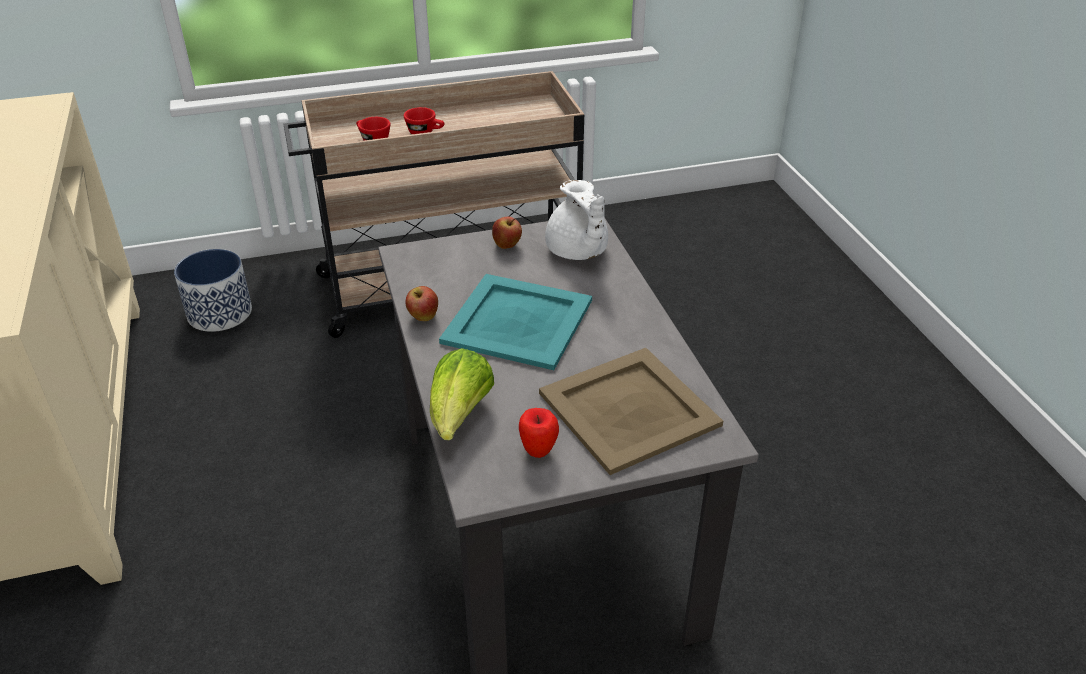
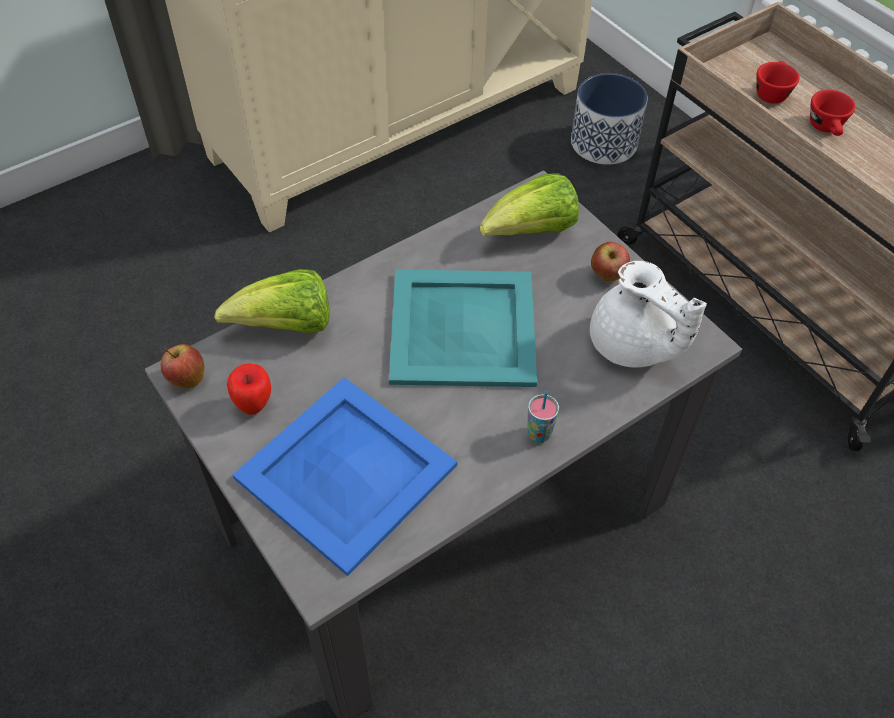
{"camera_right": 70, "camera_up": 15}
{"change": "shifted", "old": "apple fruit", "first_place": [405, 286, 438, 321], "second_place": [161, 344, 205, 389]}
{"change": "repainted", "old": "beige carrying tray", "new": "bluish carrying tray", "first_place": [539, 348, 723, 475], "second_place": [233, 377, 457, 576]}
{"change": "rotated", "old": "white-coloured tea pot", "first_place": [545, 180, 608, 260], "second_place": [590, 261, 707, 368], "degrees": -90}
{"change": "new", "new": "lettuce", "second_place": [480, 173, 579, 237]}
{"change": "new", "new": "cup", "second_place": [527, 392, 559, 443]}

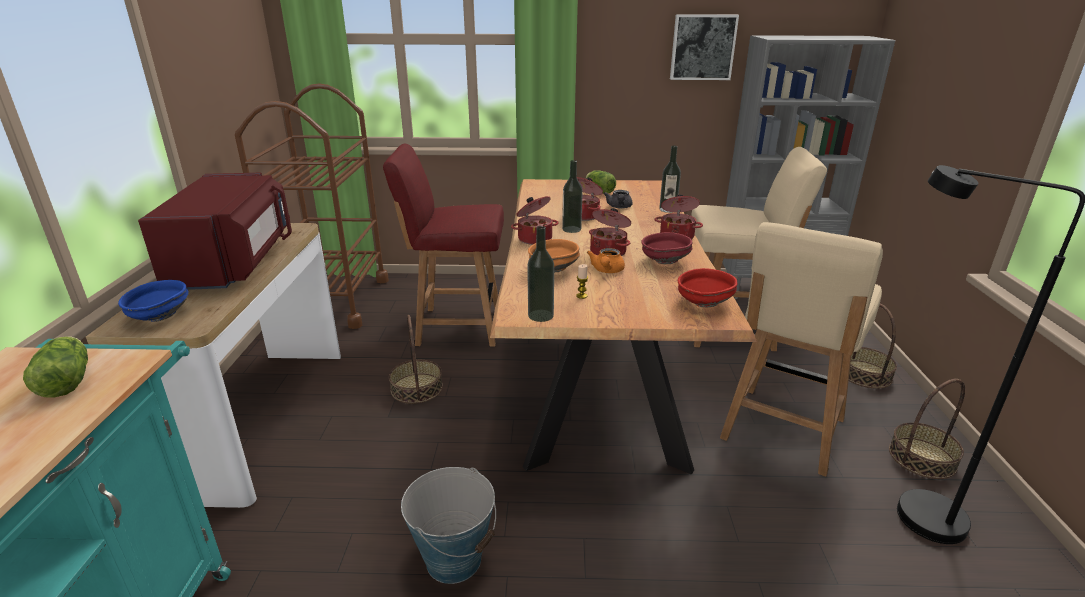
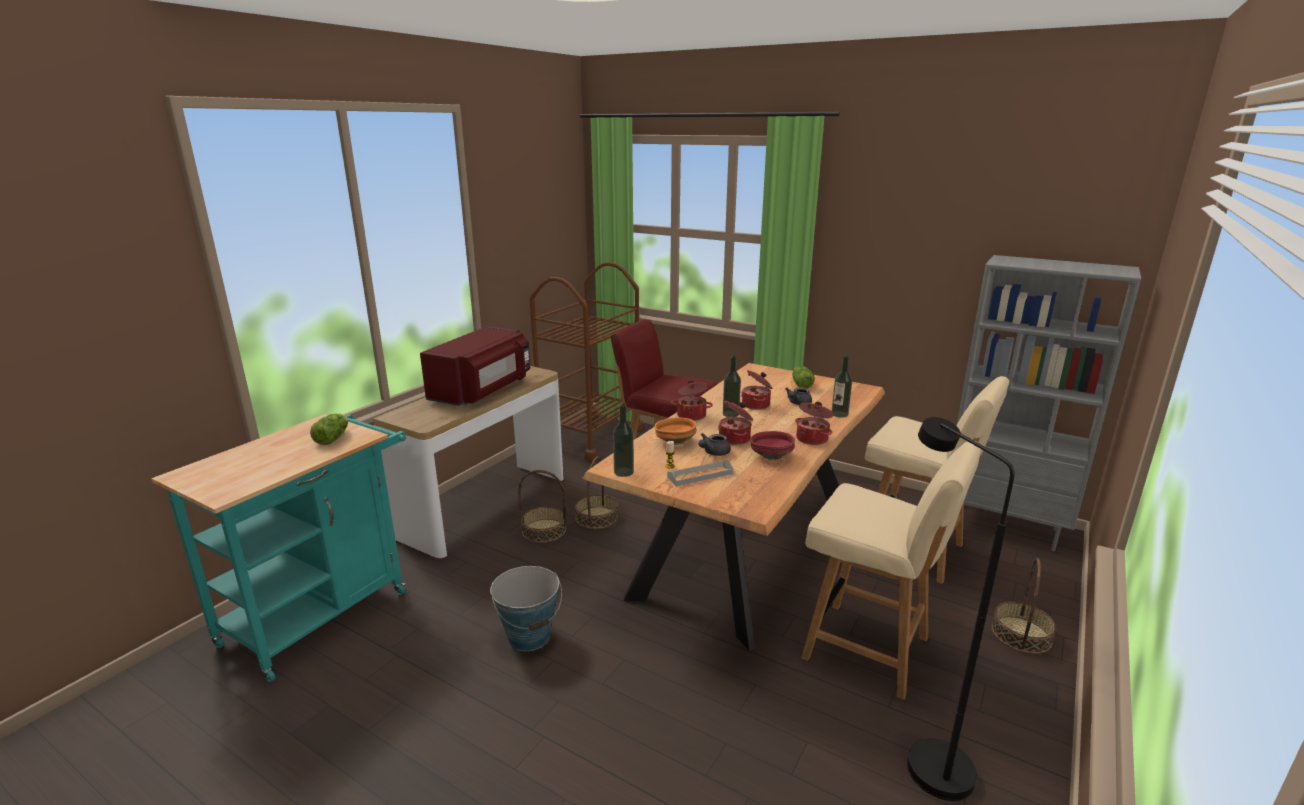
{"camera_right": 30, "camera_up": -5}
{"change": "gone", "old": "bluish serving bowl", "first_place": [118, 280, 189, 322]}
{"change": "repainted", "old": "orange-coloured tea pot", "new": "greyish tea pot", "first_place": [587, 248, 625, 273], "second_place": [698, 433, 731, 456]}
{"change": "gone", "old": "wall picture", "first_place": [670, 14, 739, 80]}
{"change": "gone", "old": "red-coloured serving bowl", "first_place": [678, 268, 737, 307]}
{"change": "rotated", "old": "beige chair", "first_place": [720, 222, 883, 477], "second_place": [801, 441, 981, 700], "degrees": -120}
{"change": "shifted", "old": "basket", "first_place": [889, 379, 965, 479], "second_place": [518, 470, 566, 543]}
{"change": "new", "new": "greyish carrying tray", "second_place": [667, 460, 733, 486]}

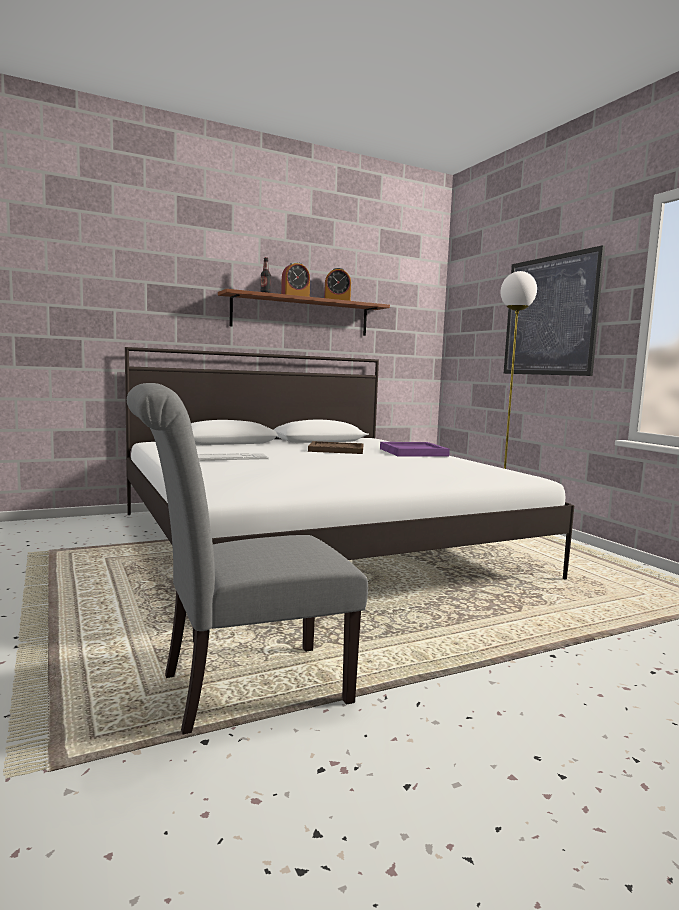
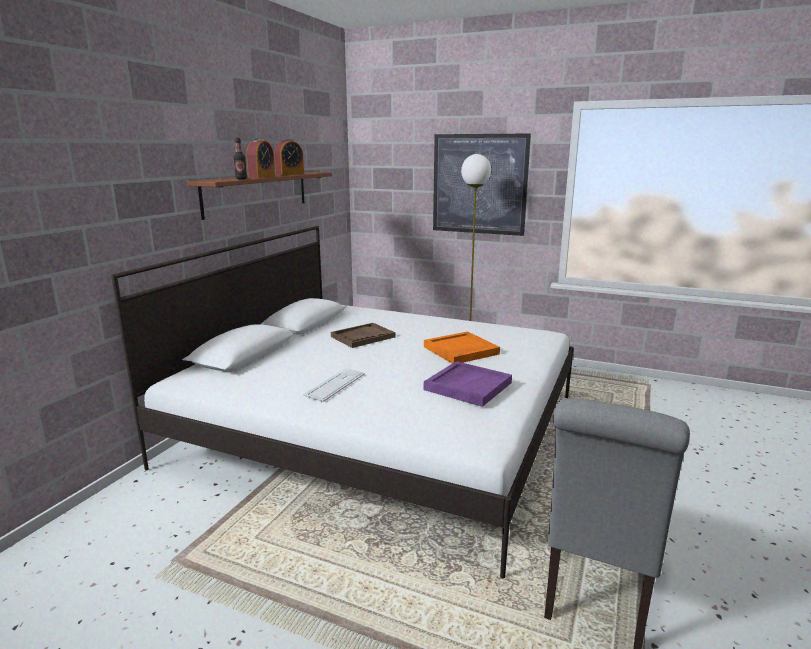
{"camera_right": -40, "camera_up": 10}
{"change": "shifted", "old": "purple-coloured carrying tray", "first_place": [380, 442, 450, 457], "second_place": [424, 361, 512, 407]}
{"change": "new", "new": "orange-coloured carrying tray", "second_place": [424, 331, 500, 363]}

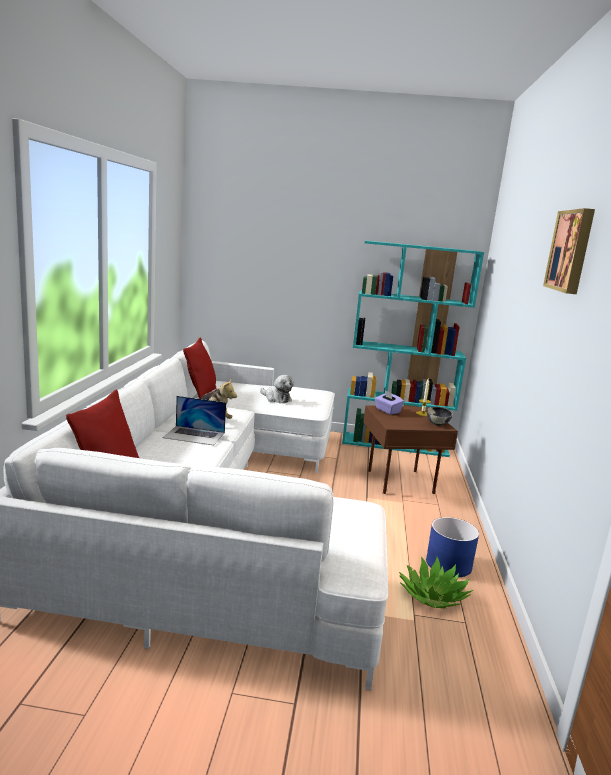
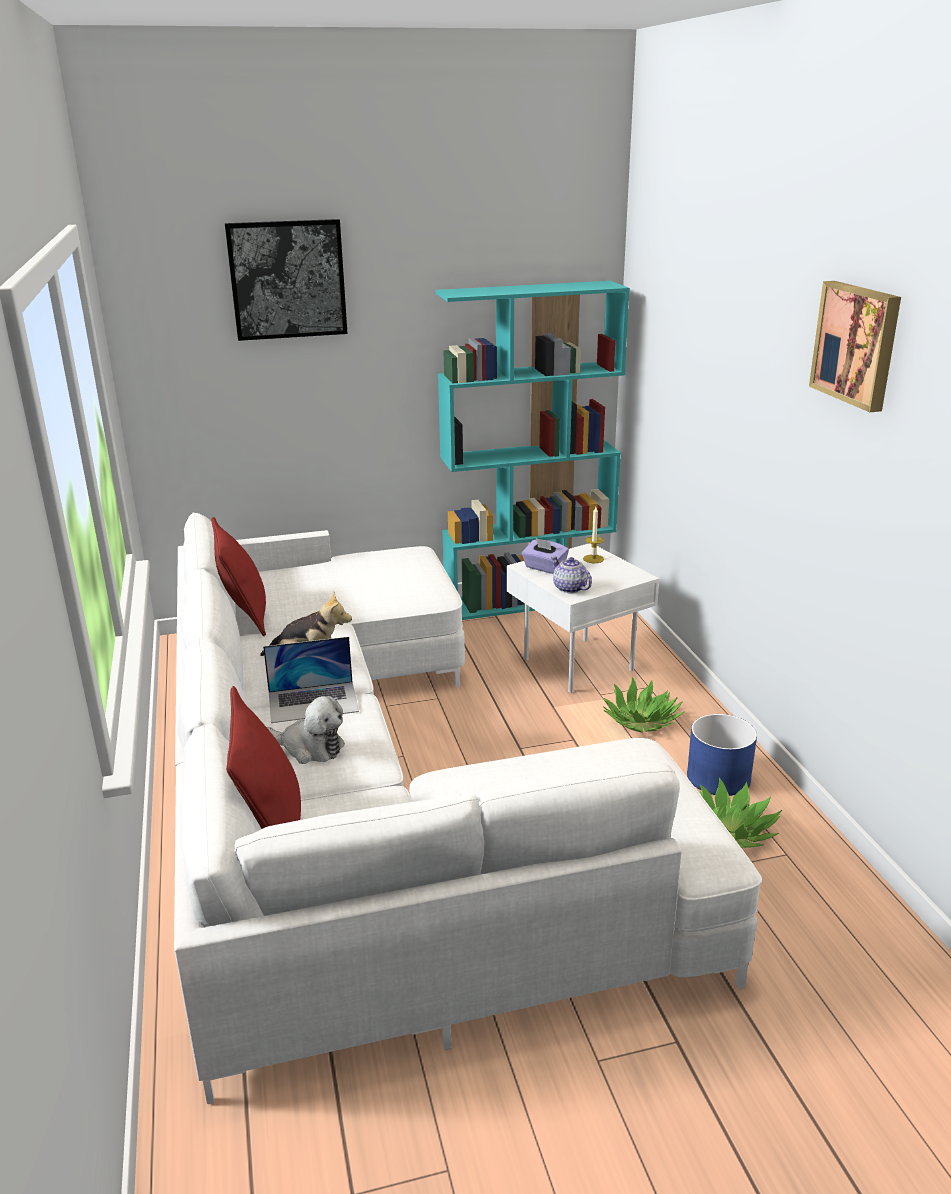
{"camera_right": -20, "camera_up": 10}
{"change": "shifted", "old": "soft toy", "first_place": [260, 375, 294, 403], "second_place": [267, 696, 345, 764]}
{"change": "repainted", "old": "brown-coloured side table", "new": "white-coloured side table", "first_place": [363, 405, 458, 494], "second_place": [506, 543, 659, 693]}
{"change": "gone", "old": "serving bowl", "first_place": [427, 407, 453, 426]}
{"change": "new", "new": "wall picture", "second_place": [225, 219, 348, 341]}
{"change": "new", "new": "tea pot", "second_place": [551, 556, 592, 593]}
{"change": "new", "new": "plant in a pot", "second_place": [603, 677, 684, 733]}

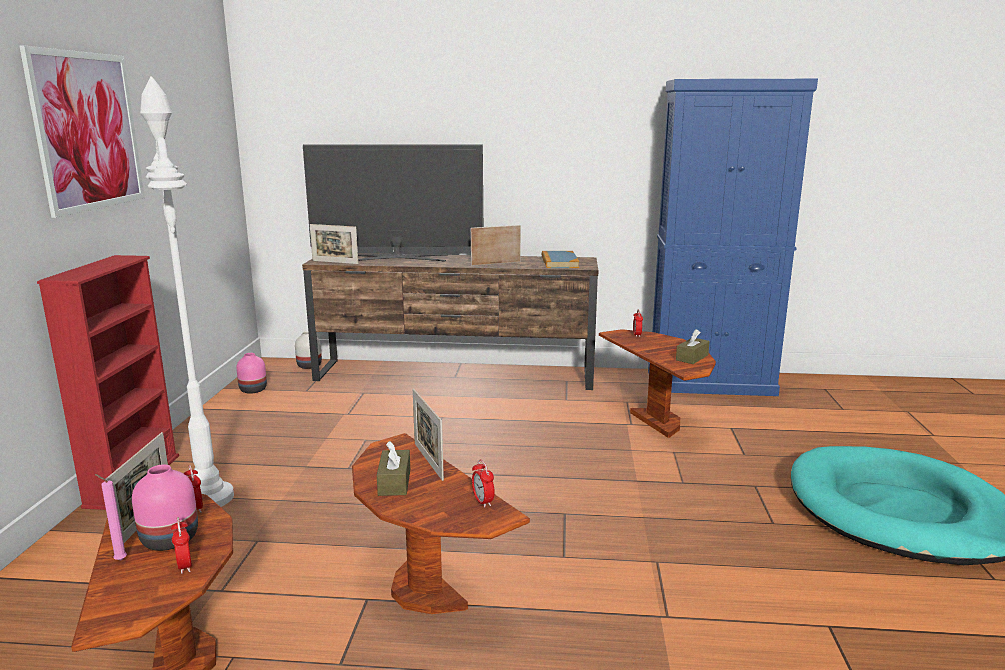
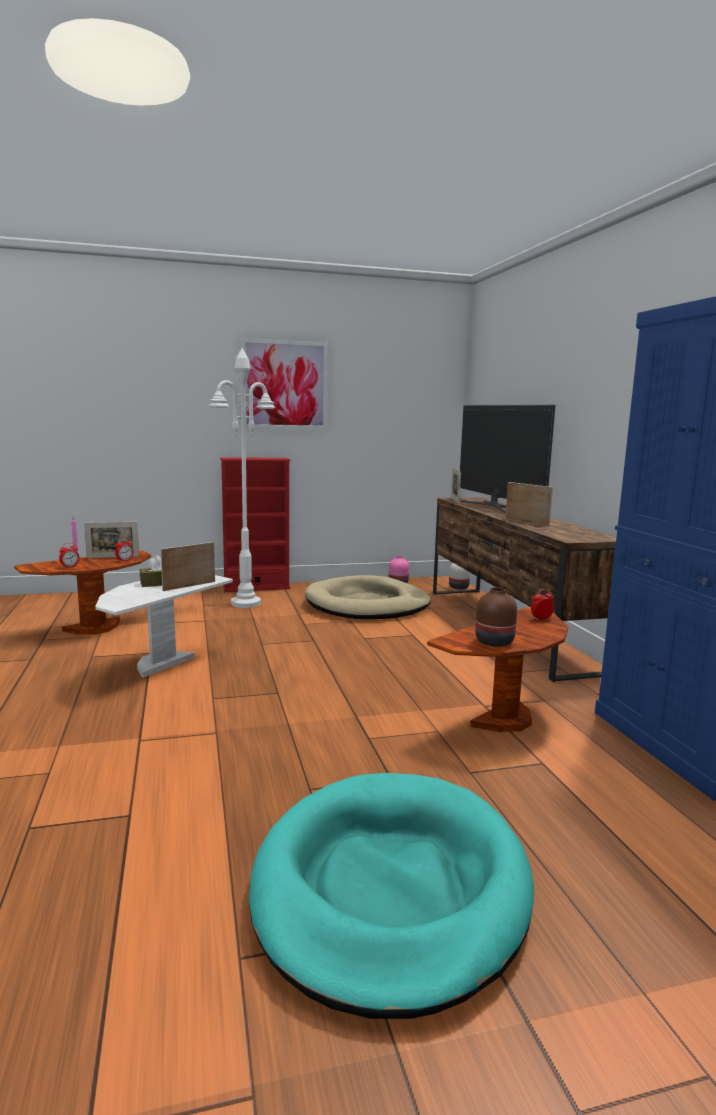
{"camera_right": 70, "camera_up": -5}
{"change": "gone", "old": "pink-coloured flower vase", "first_place": [132, 464, 198, 551]}
{"change": "repainted", "old": "brown-coloured side table", "new": "white-coloured side table", "first_place": [352, 433, 530, 614], "second_place": [95, 575, 233, 678]}
{"change": "gone", "old": "alarm clock", "first_place": [472, 459, 495, 508]}
{"change": "gone", "old": "book", "first_place": [542, 251, 579, 268]}
{"change": "swapped", "old": "brown-coloured tissue box", "new": "brown-coloured flower vase", "first_place": [676, 329, 710, 364], "second_place": [475, 587, 517, 647]}
{"change": "new", "new": "beige pet bed", "second_place": [305, 575, 431, 619]}

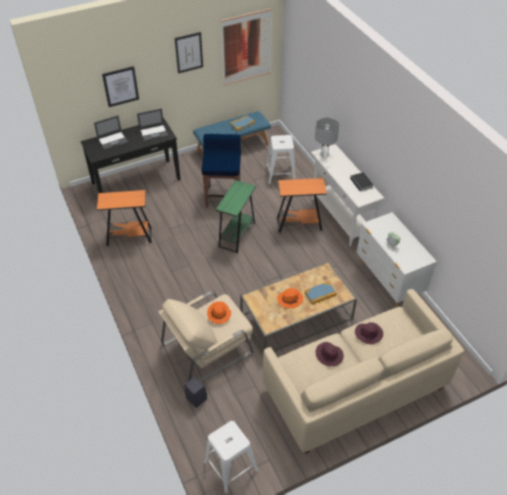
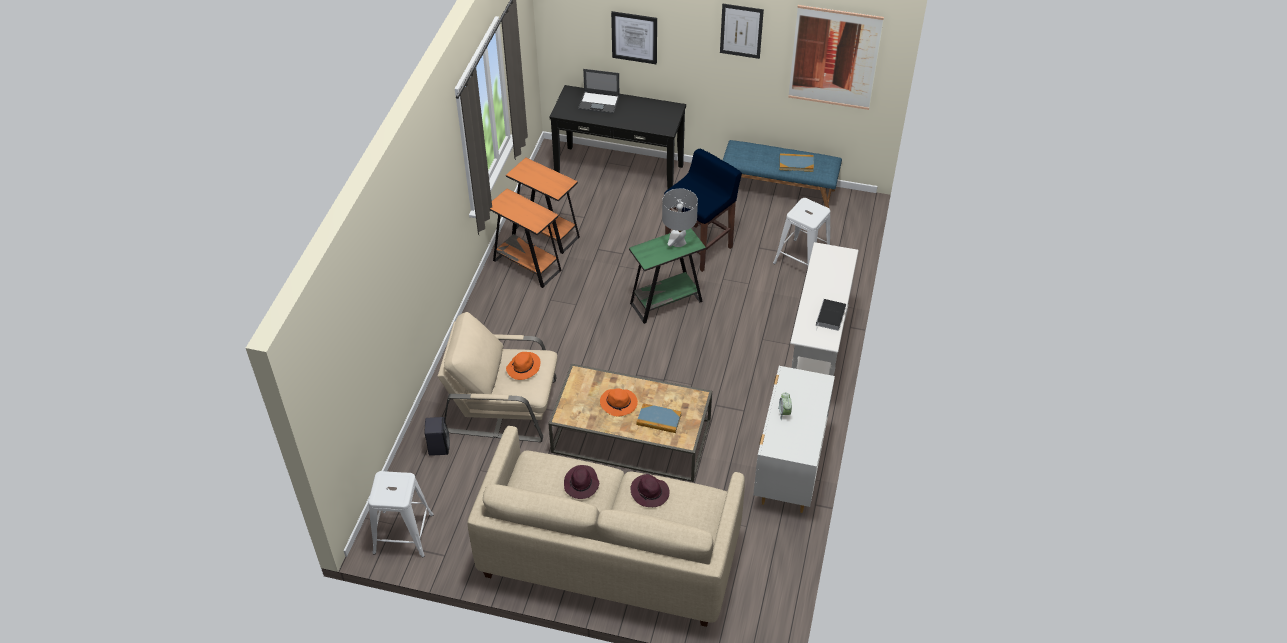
{"camera_right": 40, "camera_up": 0}
{"change": "gone", "old": "portable computer", "first_place": [137, 109, 169, 142]}
{"change": "shifted", "old": "orange-coloured side table", "first_place": [277, 178, 327, 233], "second_place": [490, 188, 562, 288]}
{"change": "shifted", "old": "greyish lamp for a table", "first_place": [315, 118, 339, 158], "second_place": [662, 188, 698, 247]}

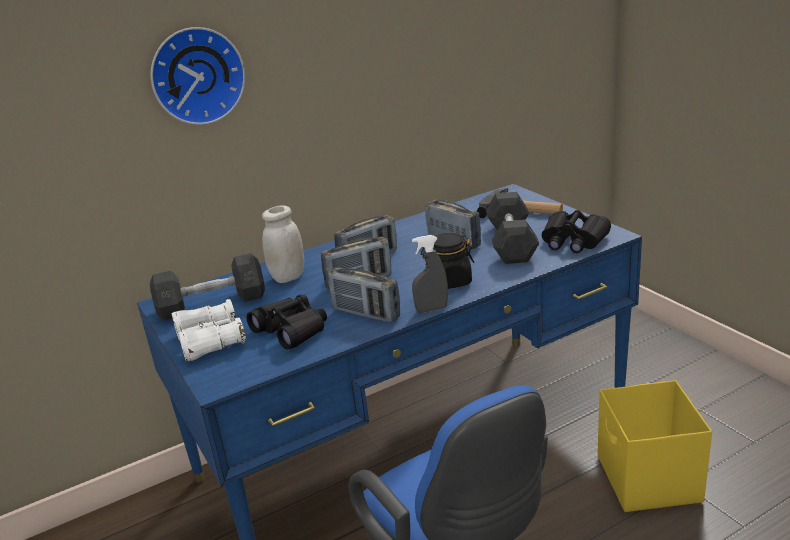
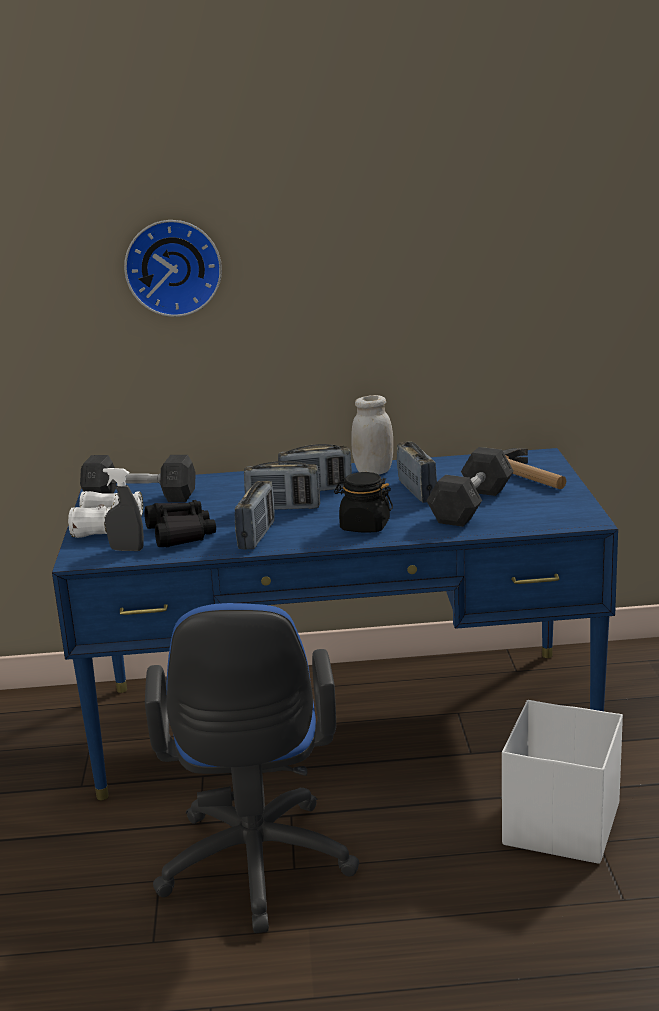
{"camera_right": 25, "camera_up": -5}
{"change": "shifted", "old": "white-coloured preserve jar", "first_place": [262, 205, 304, 283], "second_place": [351, 395, 393, 475]}
{"change": "rotated", "old": "radio receiver", "first_place": [328, 267, 400, 323], "second_place": [235, 481, 275, 550], "degrees": -135}
{"change": "shifted", "old": "greyish hand sprayer", "first_place": [412, 235, 448, 313], "second_place": [103, 468, 144, 551]}
{"change": "gone", "old": "black pair of binoculars", "first_place": [542, 210, 611, 253]}
{"change": "repainted", "old": "yellowish storage container", "new": "white-coloured storage container", "first_place": [598, 380, 712, 512], "second_place": [502, 700, 623, 864]}

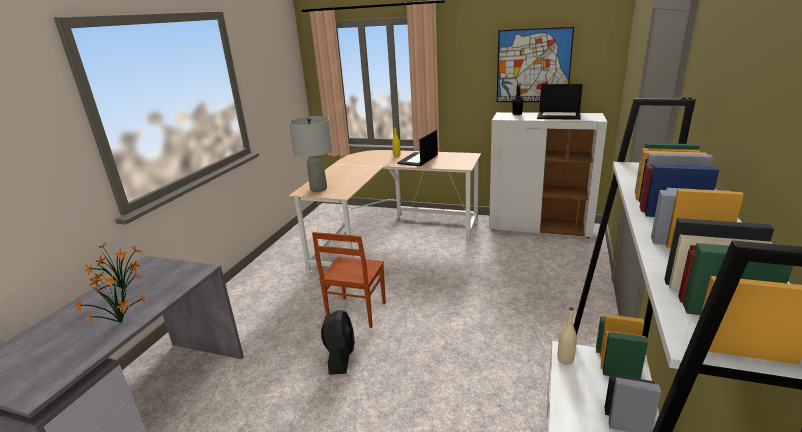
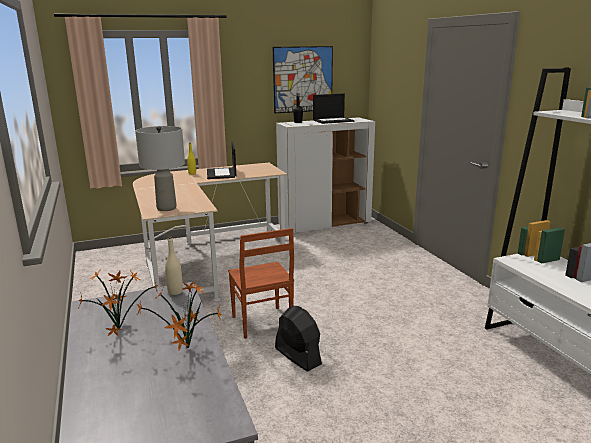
{"camera_right": -40, "camera_up": -5}
{"change": "shifted", "old": "beige beverage bottle", "first_place": [558, 307, 577, 365], "second_place": [165, 236, 183, 295]}

